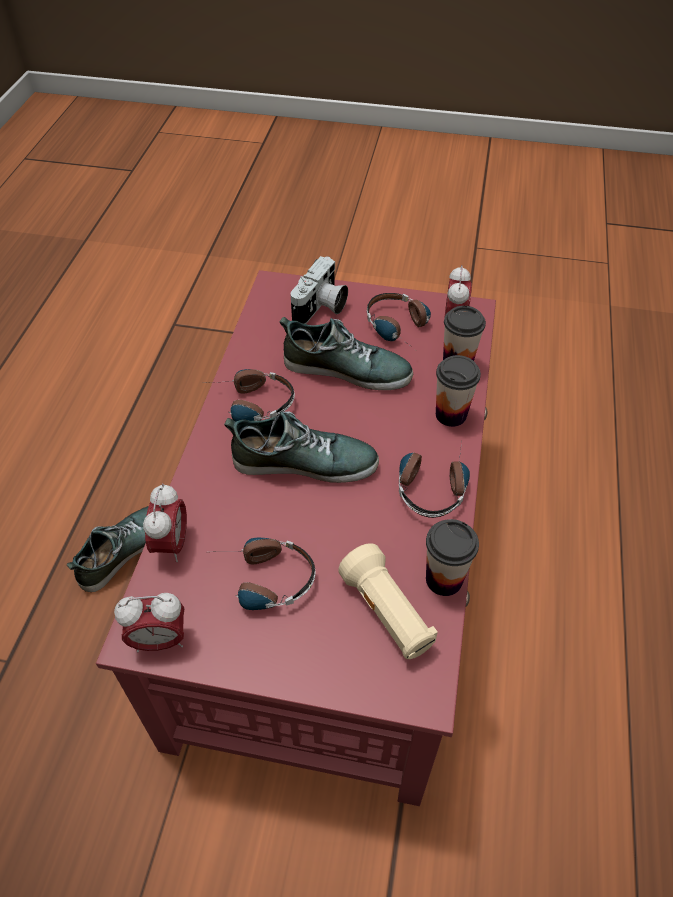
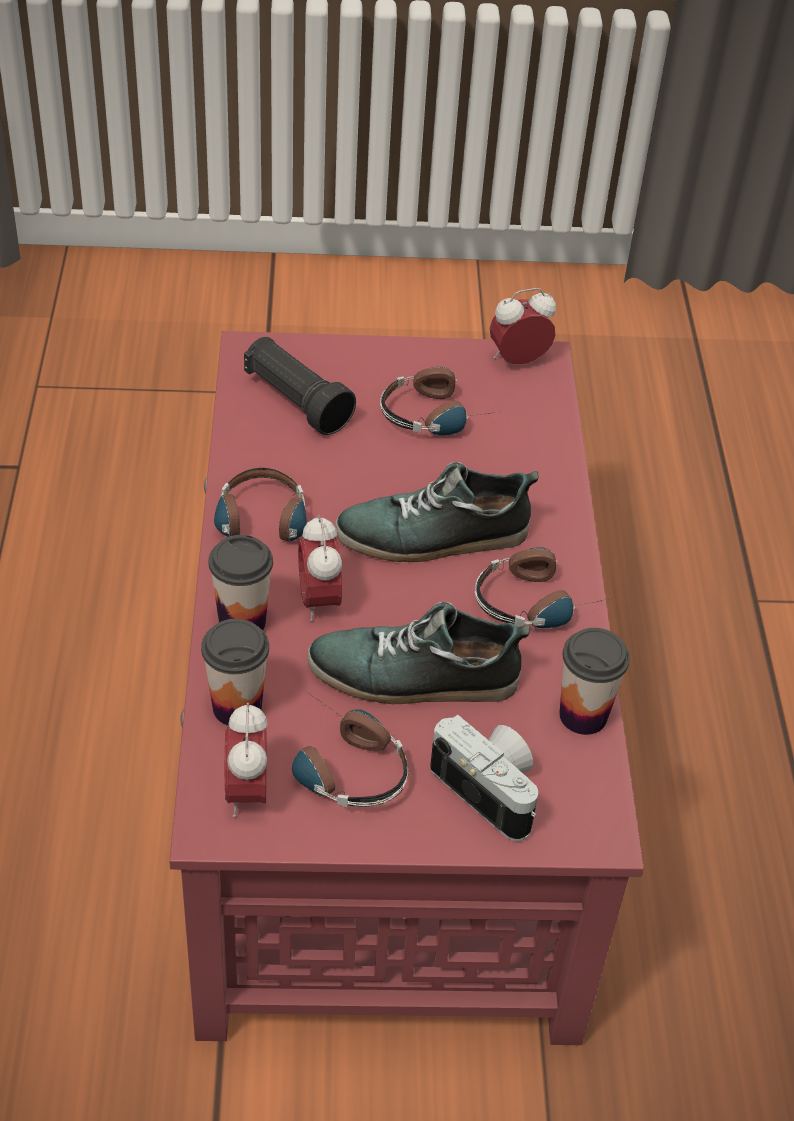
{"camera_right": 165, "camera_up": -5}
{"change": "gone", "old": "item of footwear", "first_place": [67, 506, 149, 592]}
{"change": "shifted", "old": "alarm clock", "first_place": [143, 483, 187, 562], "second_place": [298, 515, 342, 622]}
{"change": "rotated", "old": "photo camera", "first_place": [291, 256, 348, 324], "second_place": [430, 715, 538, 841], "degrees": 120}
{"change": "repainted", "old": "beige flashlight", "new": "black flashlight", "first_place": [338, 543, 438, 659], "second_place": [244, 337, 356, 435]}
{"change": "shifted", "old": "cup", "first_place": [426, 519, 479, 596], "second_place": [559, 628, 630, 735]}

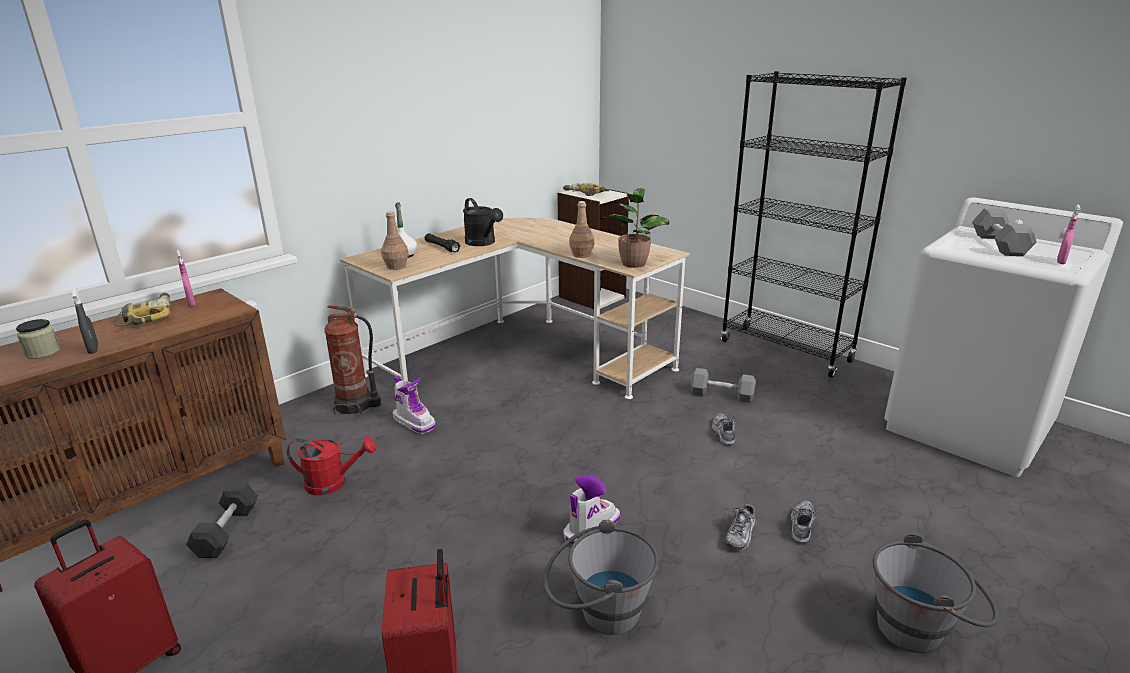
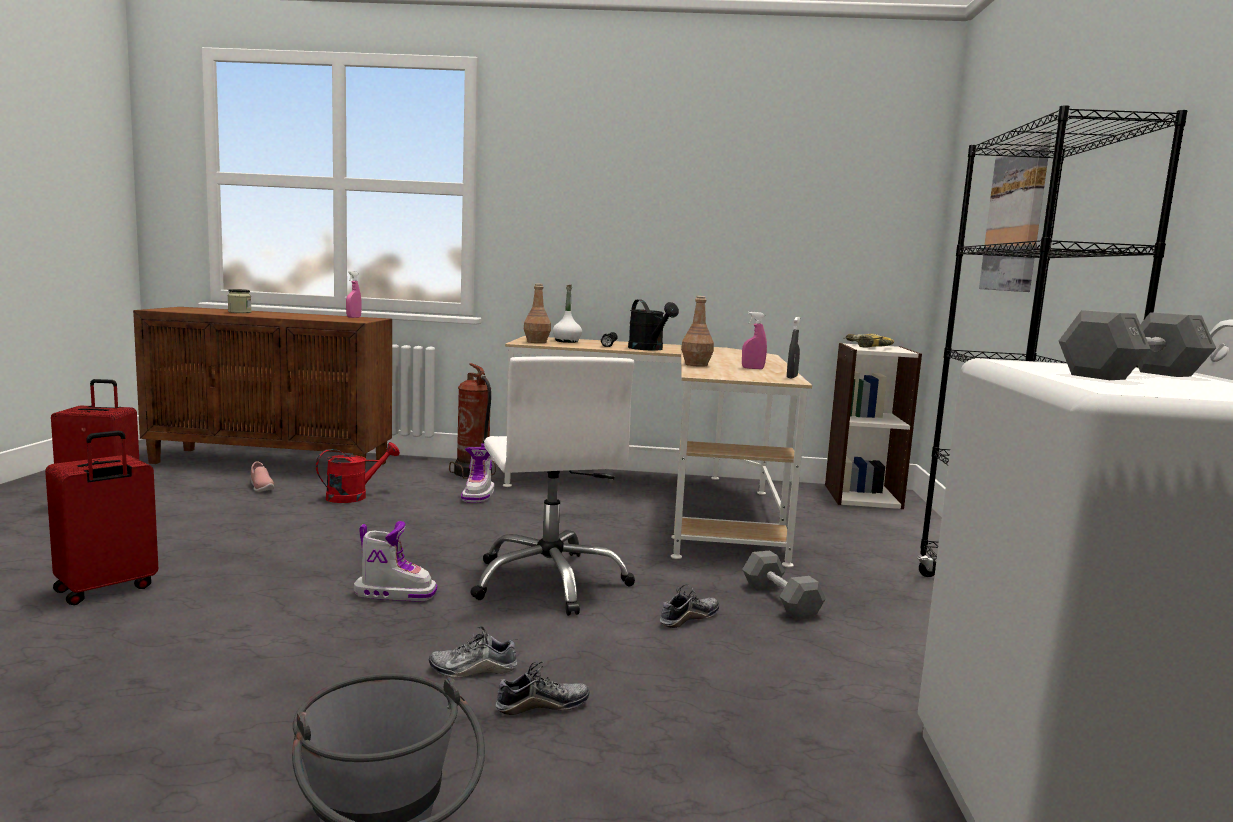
{"camera_right": 50, "camera_up": -15}
{"change": "shifted", "old": "greyish hand sprayer", "first_place": [72, 287, 99, 354], "second_place": [787, 317, 800, 379]}
{"change": "gone", "old": "drill", "first_place": [114, 293, 171, 326]}
{"change": "swapped", "old": "black hand weight", "new": "pink-coloured item of footwear", "first_place": [186, 483, 258, 558], "second_place": [251, 461, 274, 492]}
{"change": "rotated", "old": "red-coloured sprinkling can", "first_place": [287, 437, 376, 495], "second_place": [316, 442, 400, 503], "degrees": -90}
{"change": "rotated", "old": "black sprinkling can", "first_place": [463, 198, 503, 246], "second_place": [628, 299, 679, 351], "degrees": -45}
{"change": "gone", "old": "greyish bucket", "first_place": [543, 520, 659, 635]}
{"change": "gone", "old": "plant in a pot", "first_place": [601, 188, 669, 268]}
{"change": "shifted", "old": "pink-coloured hand sprayer", "first_place": [1057, 205, 1080, 264], "second_place": [742, 312, 767, 369]}
{"change": "new", "new": "white-coloured desk chair", "second_place": [470, 357, 635, 616]}
{"change": "new", "new": "wall picture", "second_place": [979, 130, 1052, 292]}

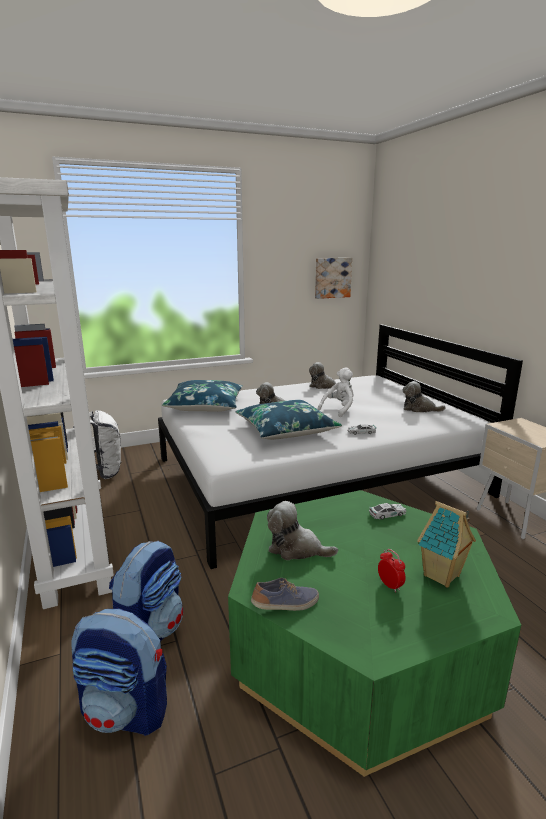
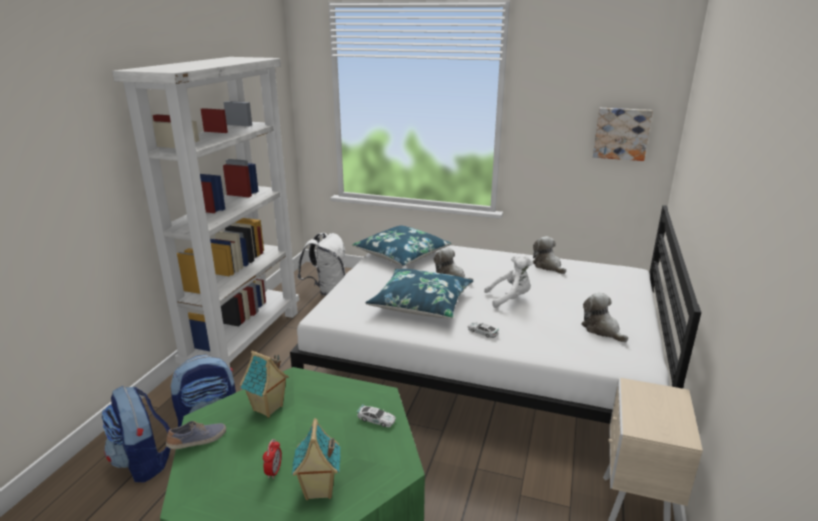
{"camera_right": 40, "camera_up": 5}
{"change": "rotated", "old": "item of footwear", "first_place": [251, 578, 319, 611], "second_place": [166, 421, 226, 449], "degrees": -60}
{"change": "swapped", "old": "soft toy", "new": "model house", "first_place": [267, 501, 338, 560], "second_place": [240, 350, 289, 418]}

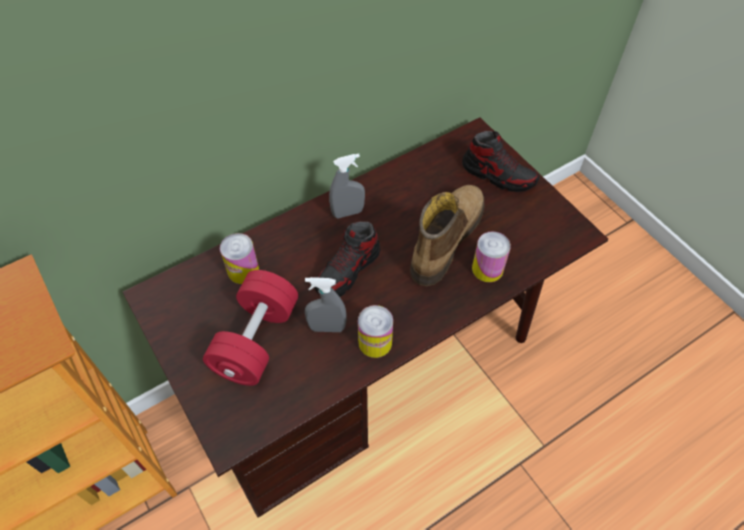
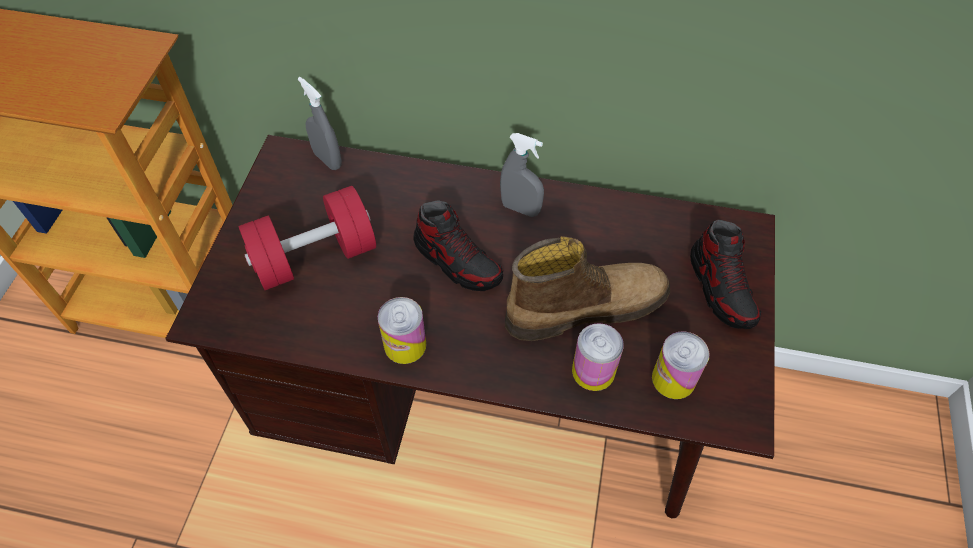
{"camera_right": 45, "camera_up": 0}
{"change": "shifted", "old": "sealed can", "first_place": [220, 233, 259, 284], "second_place": [652, 332, 710, 399]}
{"change": "shifted", "old": "greyish hand sprayer", "first_place": [305, 277, 346, 332], "second_place": [298, 77, 342, 170]}
{"change": "rotated", "old": "item of footwear", "first_place": [314, 222, 380, 297], "second_place": [413, 200, 503, 291], "degrees": -135}

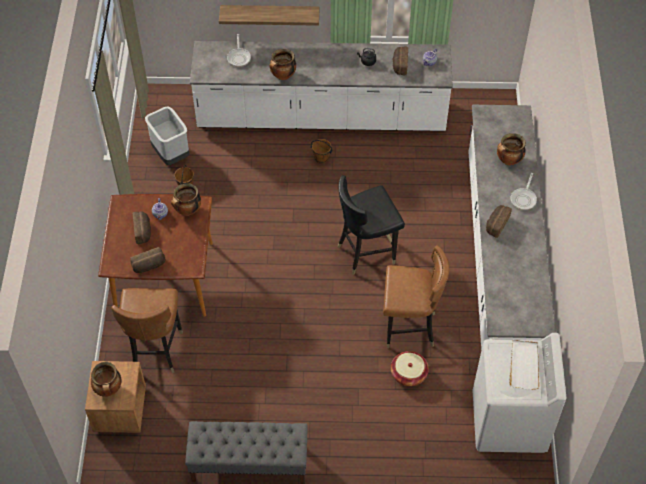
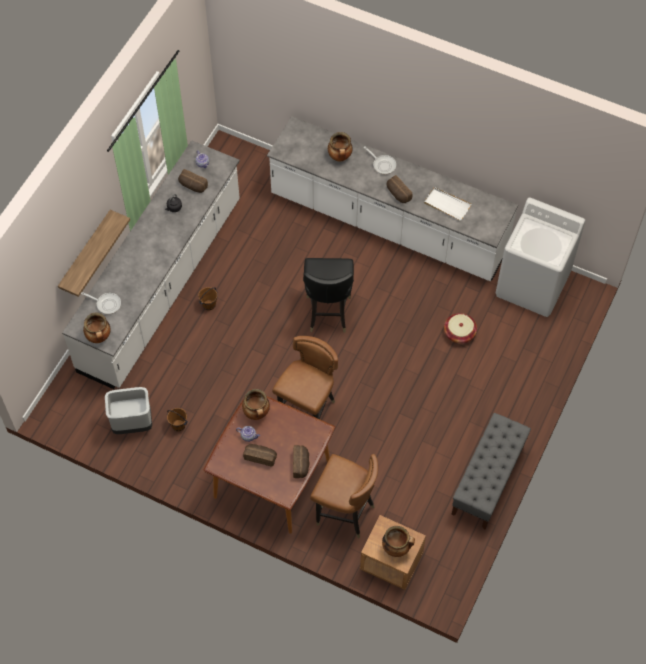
{"camera_right": -65, "camera_up": 5}
{"change": "shifted", "old": "saucepot", "first_place": [269, 49, 296, 80], "second_place": [83, 312, 111, 343]}
{"change": "shifted", "old": "brown-coloured chair", "first_place": [383, 245, 449, 348], "second_place": [272, 336, 338, 419]}
{"change": "shifted", "old": "white-coloured carrying tray", "first_place": [509, 340, 539, 390], "second_place": [424, 187, 471, 221]}

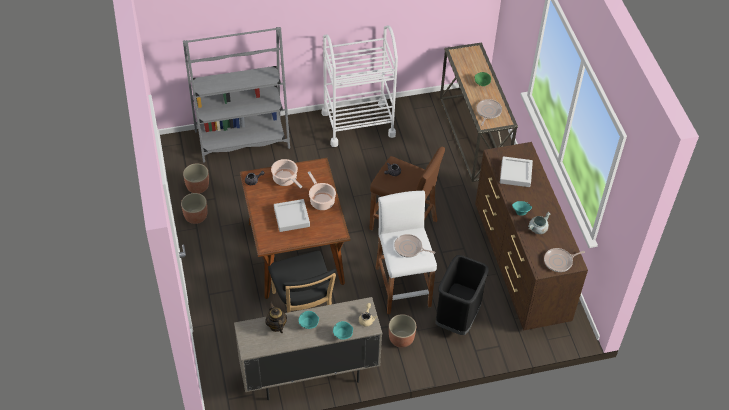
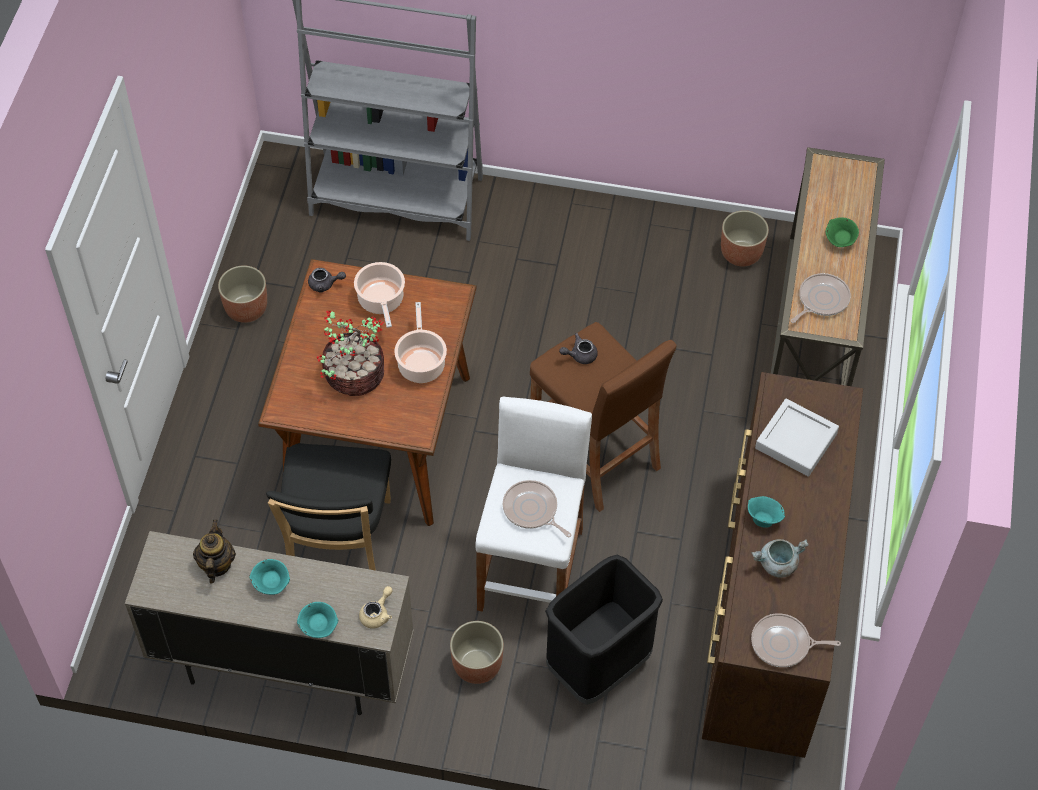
{"camera_right": 25, "camera_up": 5}
{"change": "shifted", "old": "plant pot", "first_place": [183, 163, 209, 193], "second_place": [721, 210, 769, 266]}
{"change": "swapped", "old": "greyish carrying tray", "new": "plant in a pot", "first_place": [274, 199, 310, 232], "second_place": [317, 311, 384, 396]}
{"change": "gone", "old": "white-coloured cart", "first_place": [322, 25, 398, 147]}

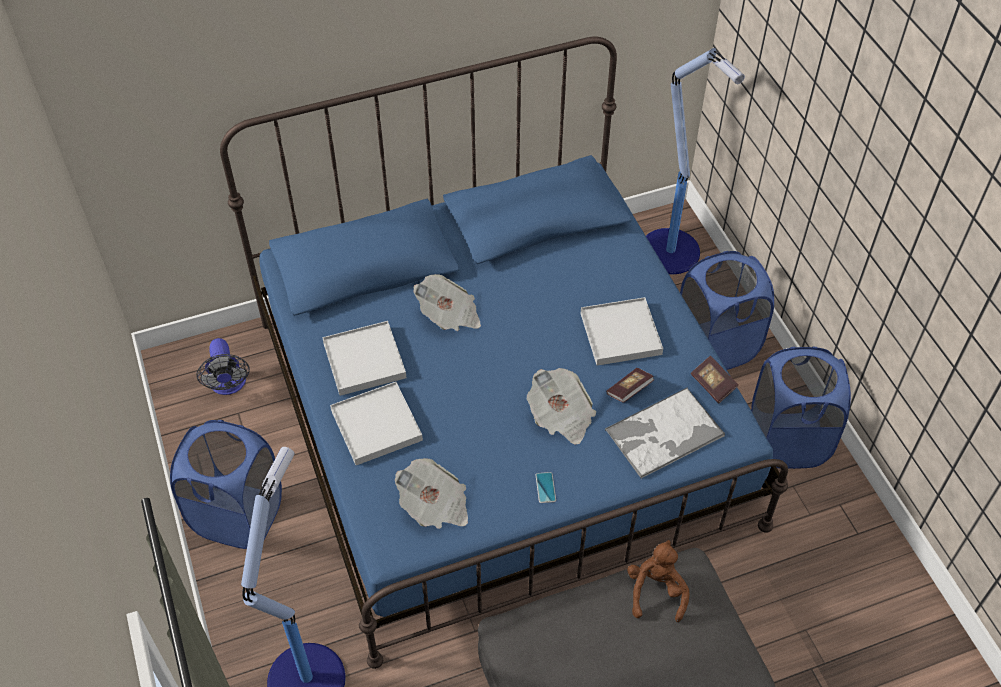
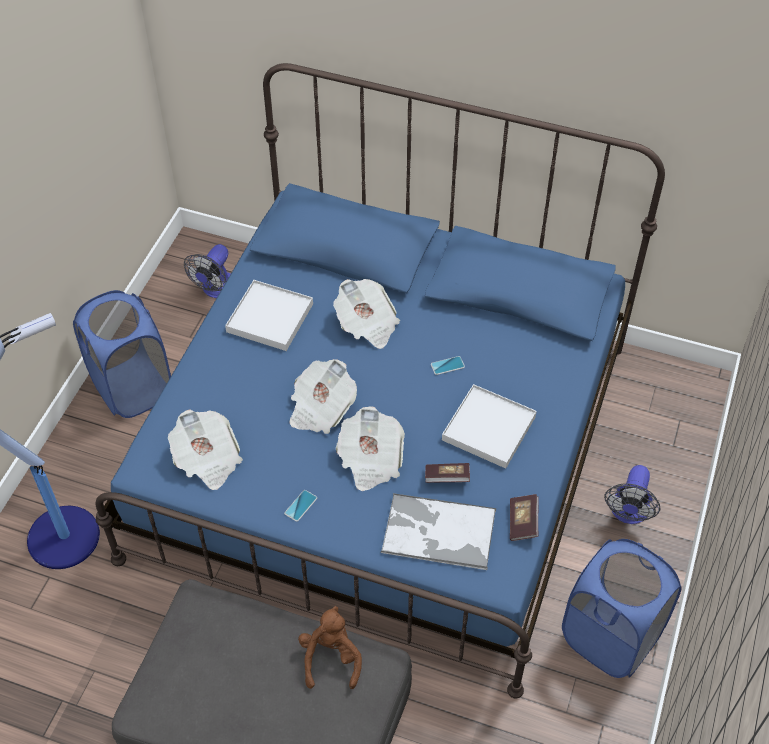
{"camera_right": 40, "camera_up": 0}
{"change": "gone", "old": "white-coloured carrying tray", "first_place": [330, 382, 423, 465]}
{"change": "rotated", "old": "brown-coloured soft toy", "first_place": [627, 540, 689, 622], "second_place": [298, 606, 362, 689], "degrees": -45}
{"change": "gone", "old": "floor lamp", "first_place": [646, 48, 745, 274]}
{"change": "swapped", "old": "bluish laundry basket", "new": "fan", "first_place": [680, 251, 774, 370], "second_place": [604, 465, 660, 524]}
{"change": "new", "new": "daily paper", "second_place": [290, 359, 357, 434]}
{"change": "new", "new": "handset", "second_place": [431, 356, 465, 375]}

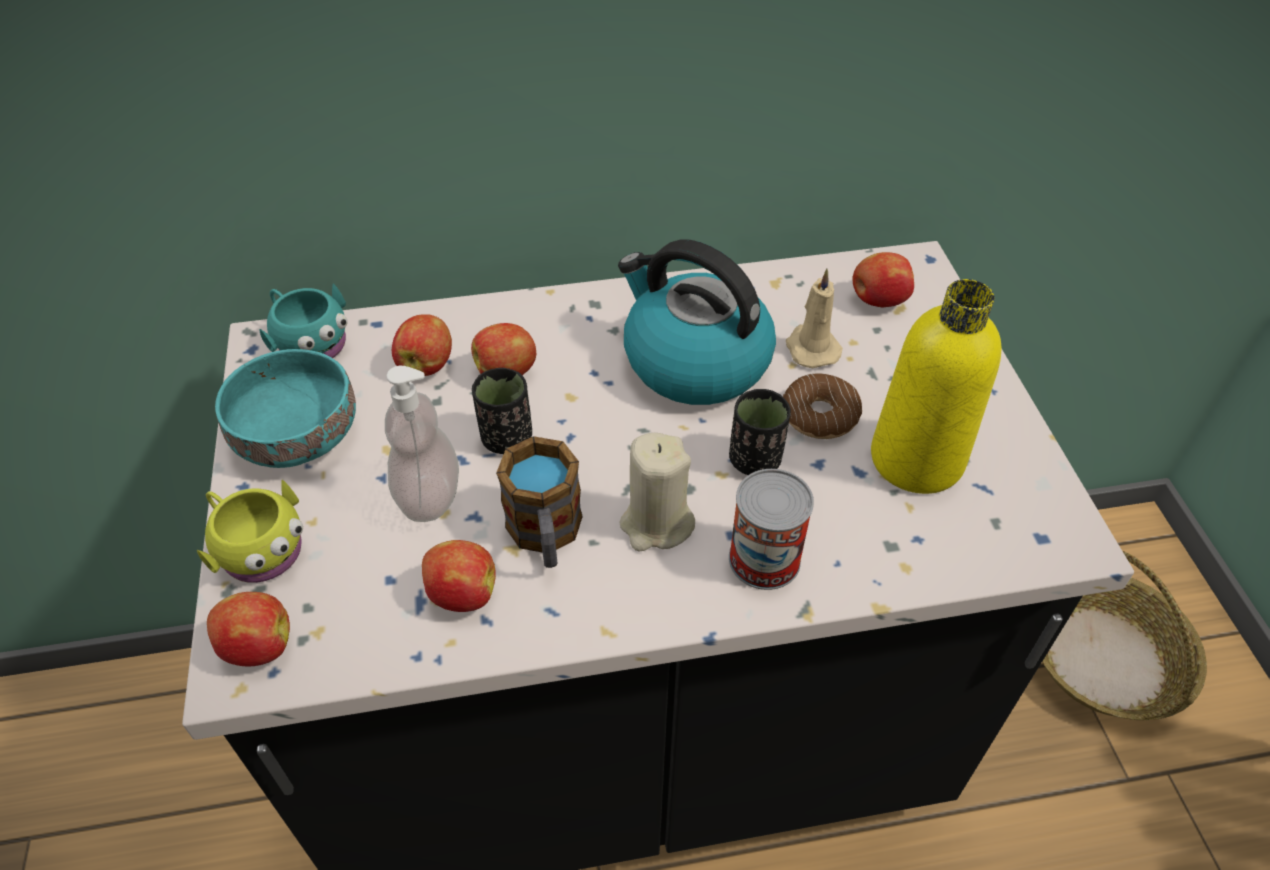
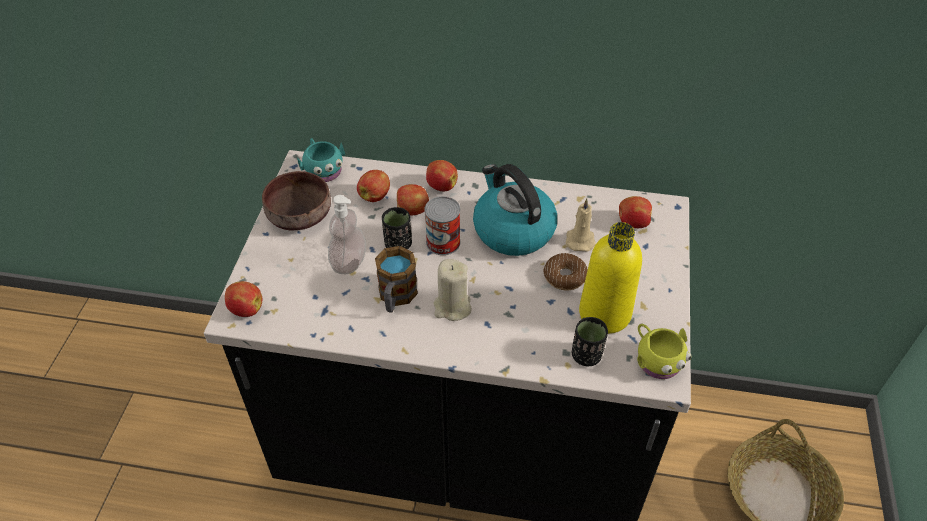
{"camera_right": 20, "camera_up": 0}
{"change": "shifted", "old": "yellowish mug", "first_place": [197, 480, 303, 583], "second_place": [637, 324, 691, 379]}
{"change": "repainted", "old": "blue-green serving bowl", "new": "brown-coloured serving bowl", "first_place": [215, 349, 356, 468], "second_place": [262, 171, 331, 230]}
{"change": "shifted", "old": "apple fruit", "first_place": [422, 540, 496, 612], "second_place": [426, 160, 458, 192]}
{"change": "shifted", "old": "black cup", "first_place": [729, 388, 791, 475], "second_place": [572, 317, 608, 366]}
{"change": "shifted", "old": "sealed can", "first_place": [729, 469, 814, 590], "second_place": [424, 196, 461, 255]}

